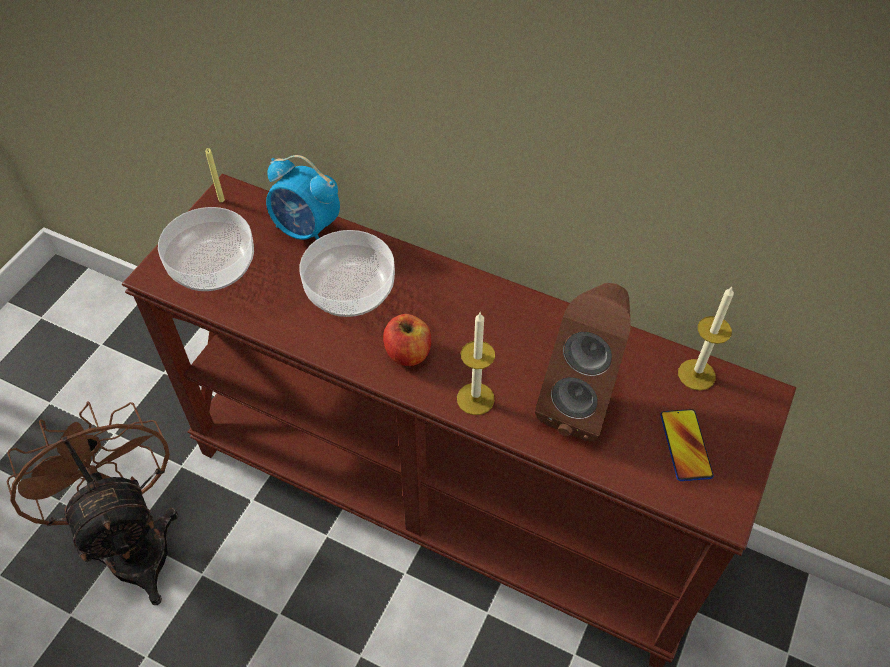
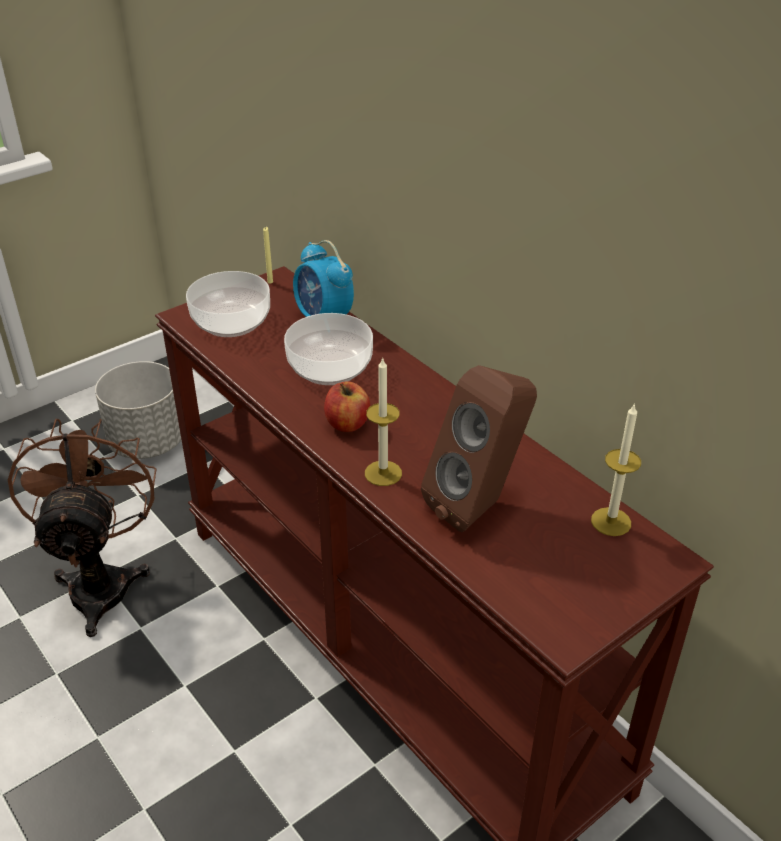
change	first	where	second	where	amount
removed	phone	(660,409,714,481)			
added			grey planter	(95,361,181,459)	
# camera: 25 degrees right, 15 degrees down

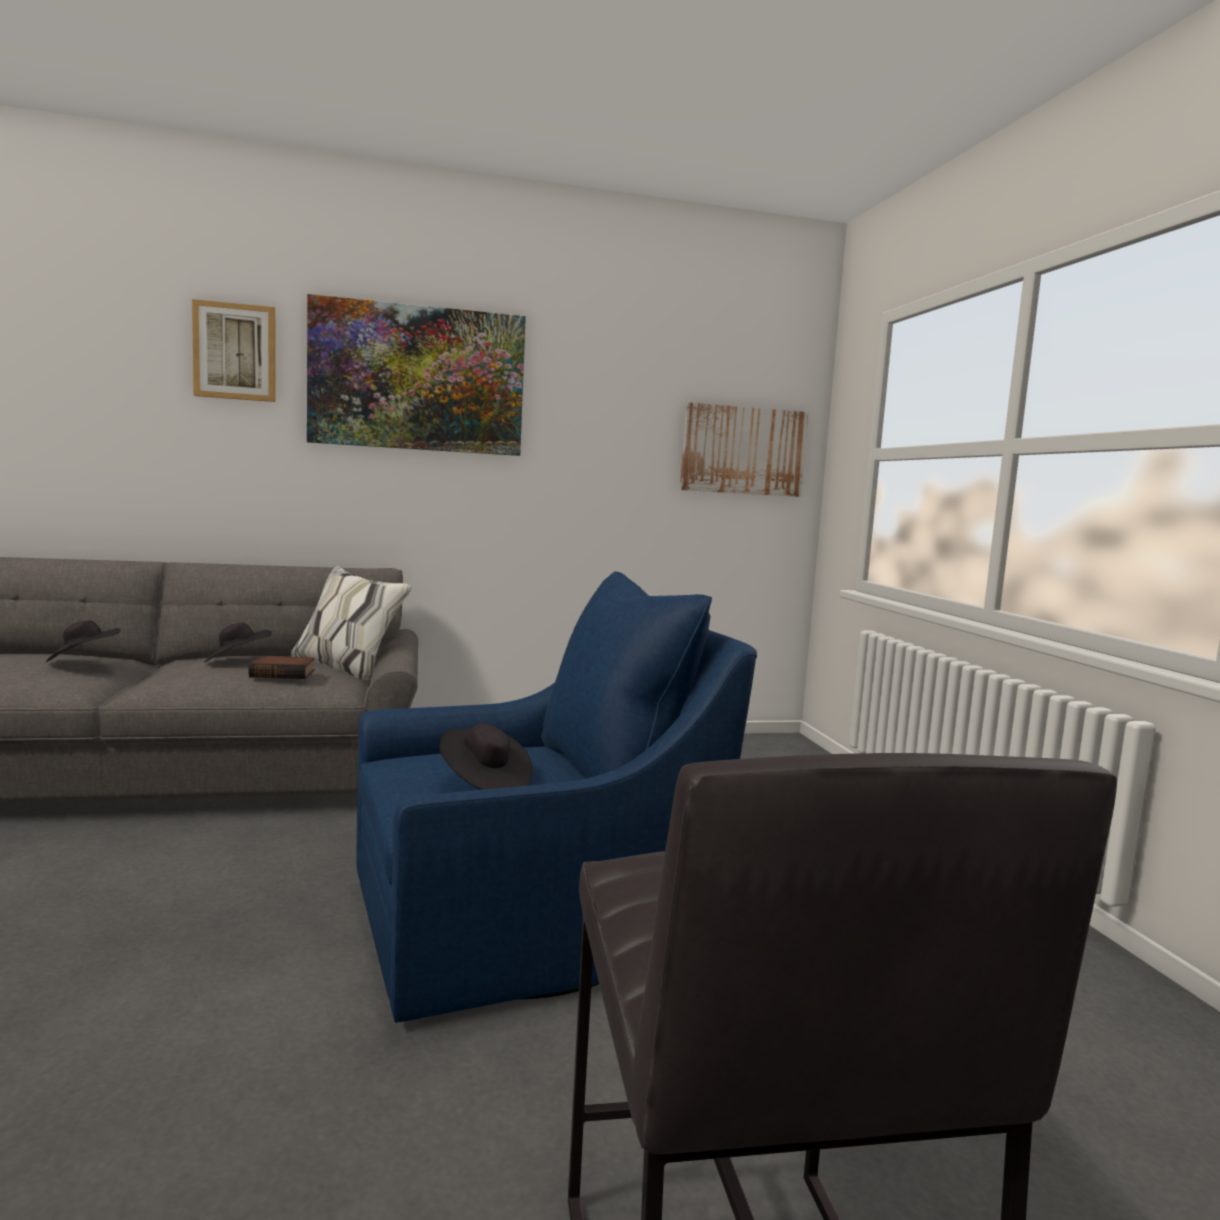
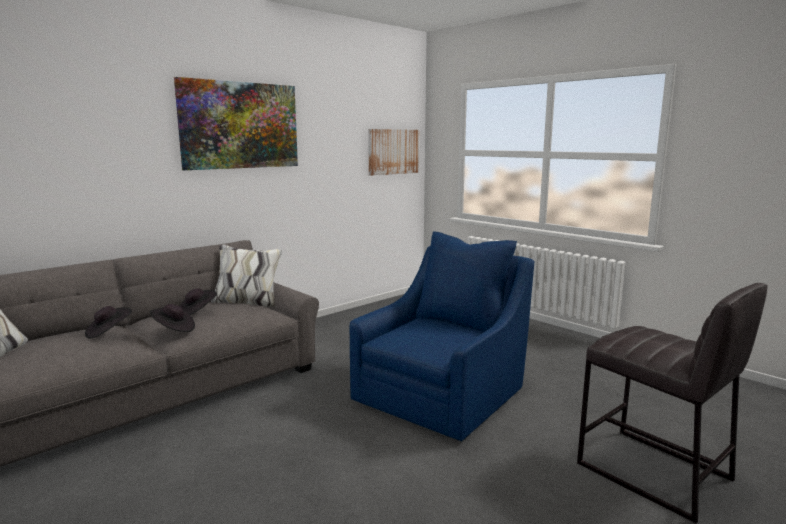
change	first	where	second	where	amount
removed	picture	(192,299,276,402)			
removed	book	(248,656,315,679)			
moved	black hat	(440,723,533,790)		(150,304,195,332)	
# camera: 30 degrees left, 5 degrees up

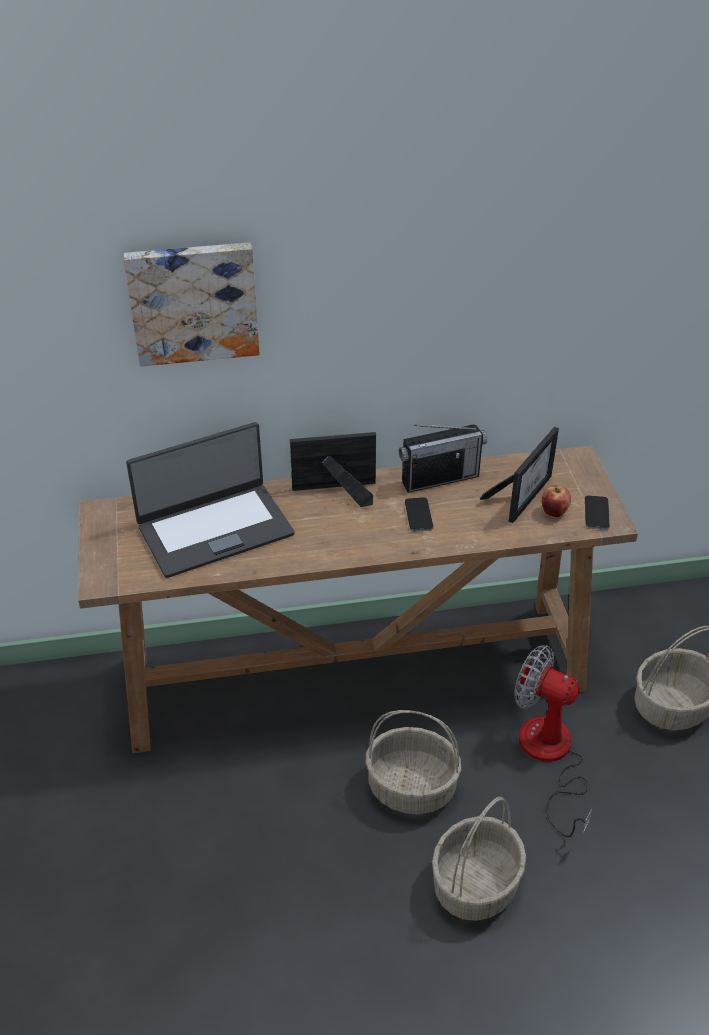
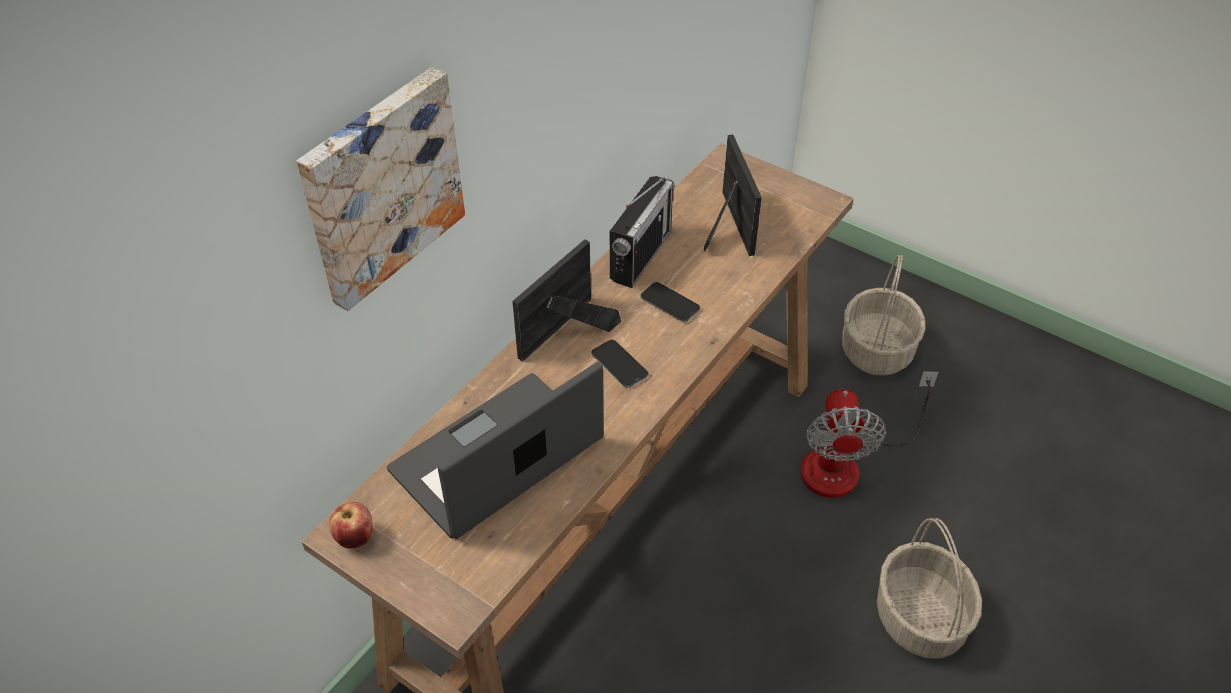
change	first	where	second	where	amount
removed	basket	(366,710,461,814)			
moved	apple	(541,485,571,517)		(329,502,373,549)	
moved	phone	(585,496,610,530)		(591,340,649,388)	
turned	laptop	(126,422,294,578)		(387,362,604,539)	150 degrees counterclockwise
turned	fan	(514,645,592,838)		(800,371,938,498)	75 degrees counterclockwise
# camera: 45 degrees left, 5 degrees up

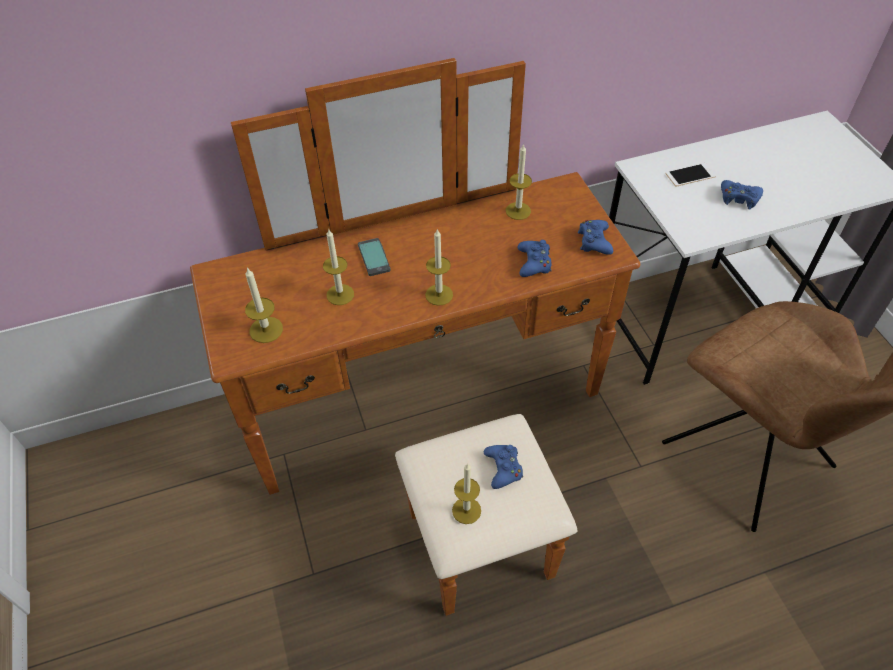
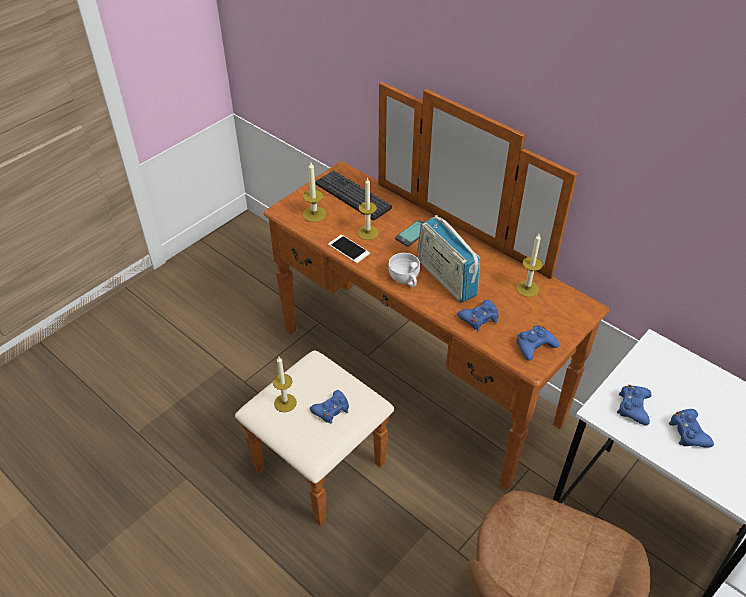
change	first	where	second	where	amount
added			keyboard	(315,170,392,220)	
added			radio	(417,215,480,303)	
added			blue game controller	(617,385,651,425)	
moved	phone	(666,163,716,187)		(328,235,370,263)	
replaced	candle	(425,229,453,306)	white cup	(388,253,420,287)	
# camera: 60 degrees right, 5 degrees down

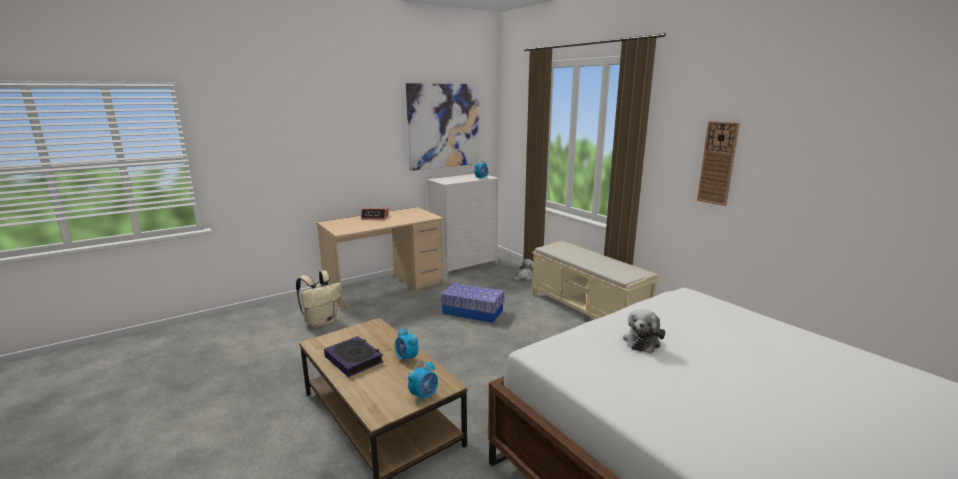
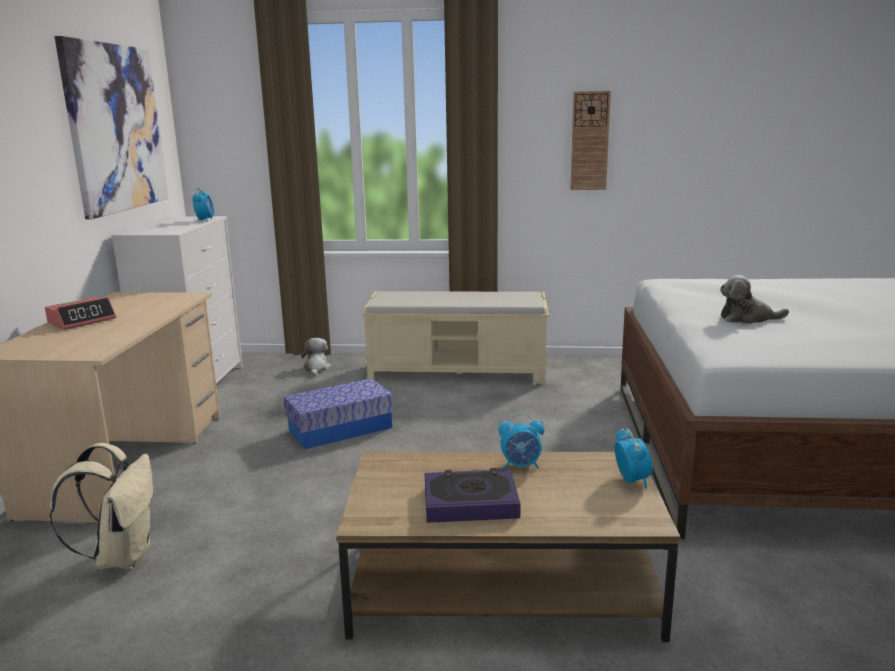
change	first	where	second	where	amount
turned	plush toy	(623,309,665,353)		(720,275,789,324)	120 degrees clockwise
# camera: 50 degrees left, 0 degrees up

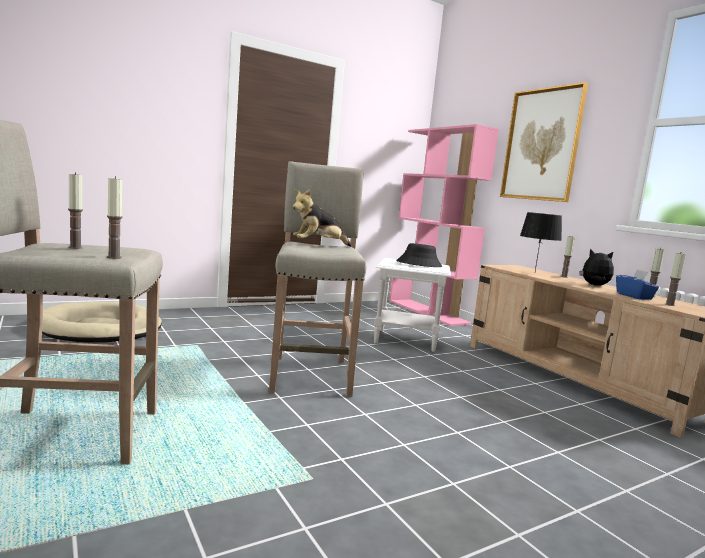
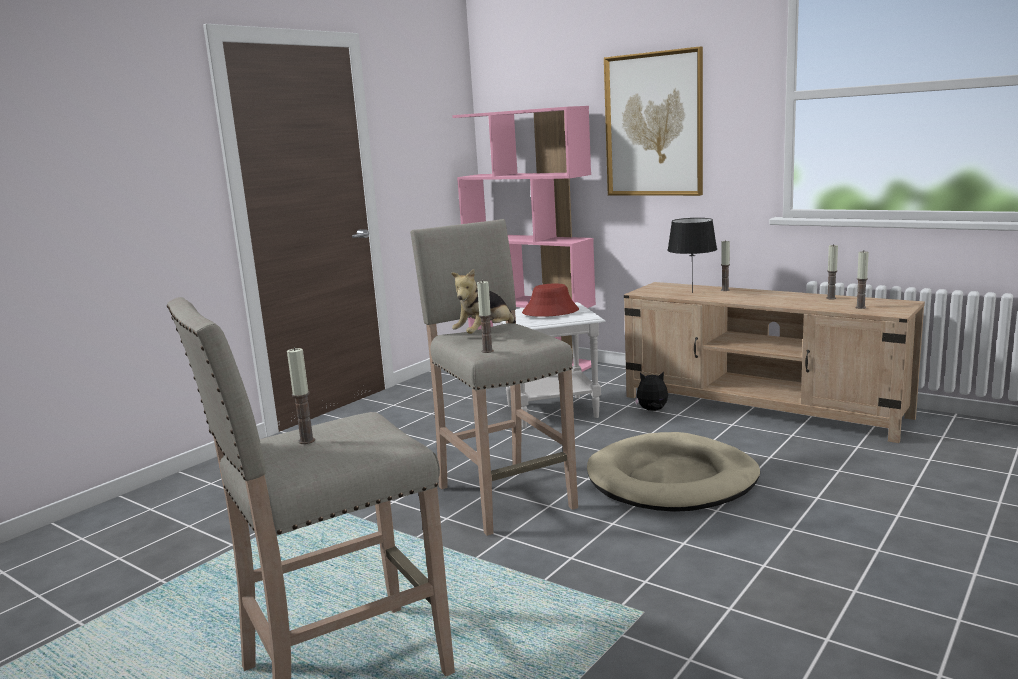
change	first	where	second	where	amount
removed	blue tissue box	(616,270,659,300)			
moved	beige dog bed	(42,302,162,343)		(587,432,760,512)	
moved	candle	(107,176,123,259)		(477,280,494,353)	
moved	plush toy	(579,249,614,286)		(635,372,668,411)	
recoloured	black hat	(396,243,442,267)	red hat	(522,284,579,317)	
# camera: 20 degrees left, 5 degrees up

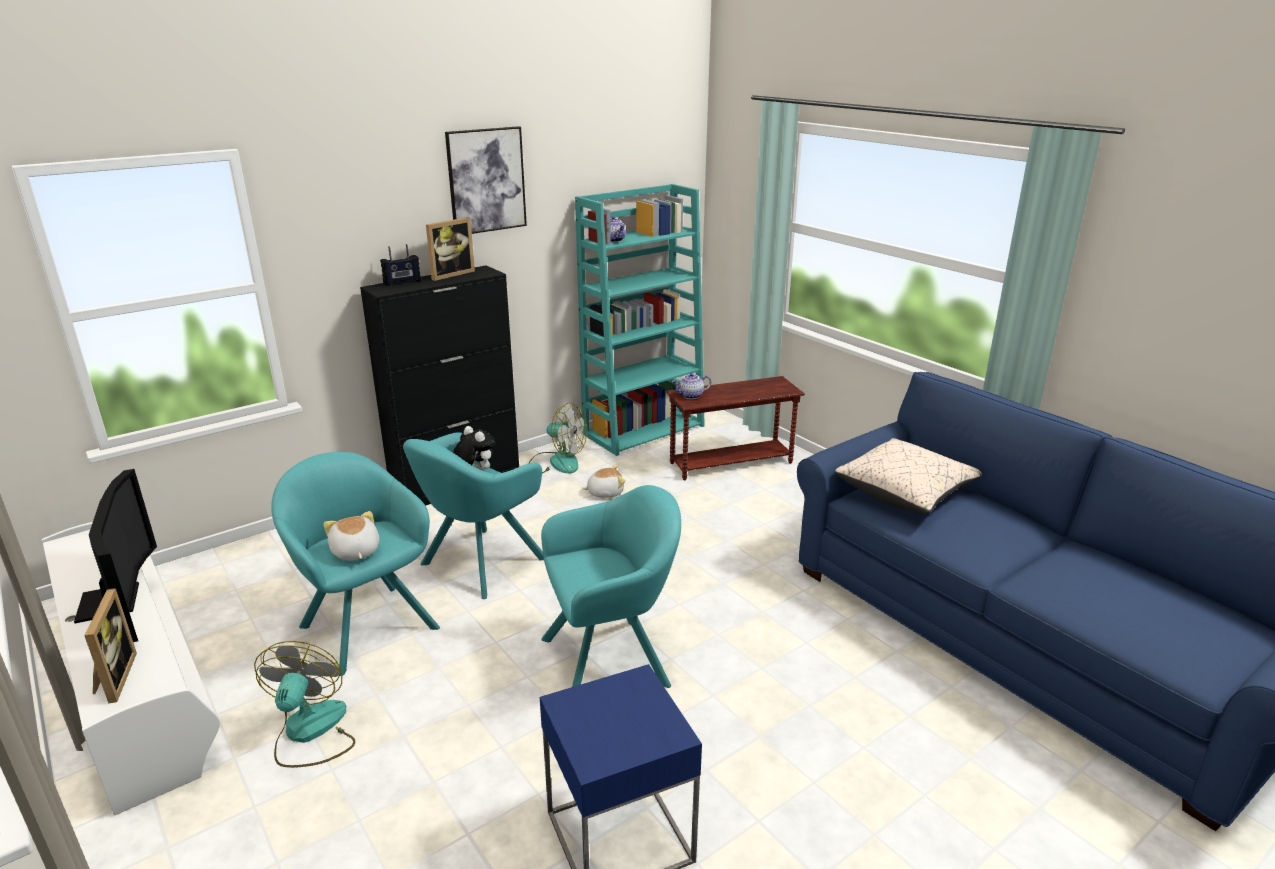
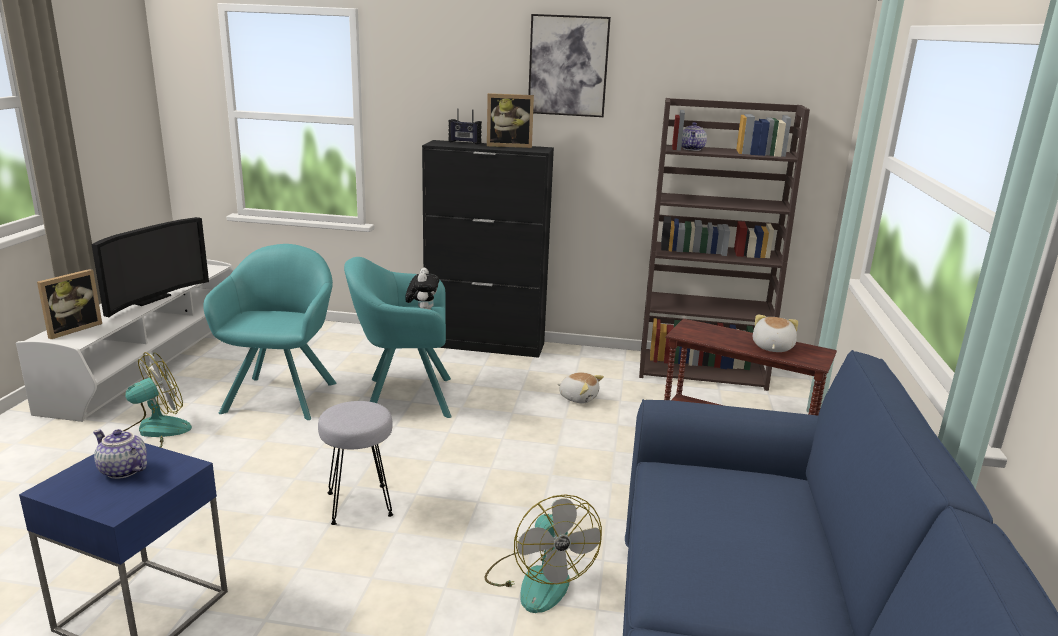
change	first	where	second	where	amount
removed	beige pillow	(835,438,982,515)			
moved	plush toy	(323,511,379,561)		(753,315,798,352)	
moved	fan	(528,403,587,473)		(484,494,602,613)	
moved	teapot	(672,373,711,399)		(93,429,147,479)	
replaced	turquoise armchair	(541,485,681,688)	grey stool	(318,401,393,525)	
recoloured	turquoise bookcase	(575,184,705,456)	brown bookcase	(639,98,810,391)	
# camera: 45 degrees right, 5 degrees down

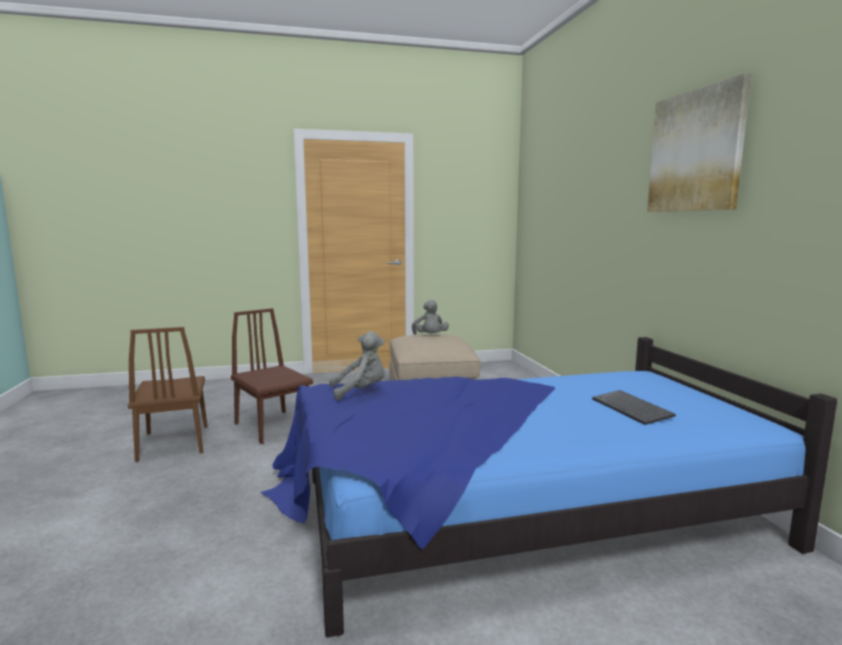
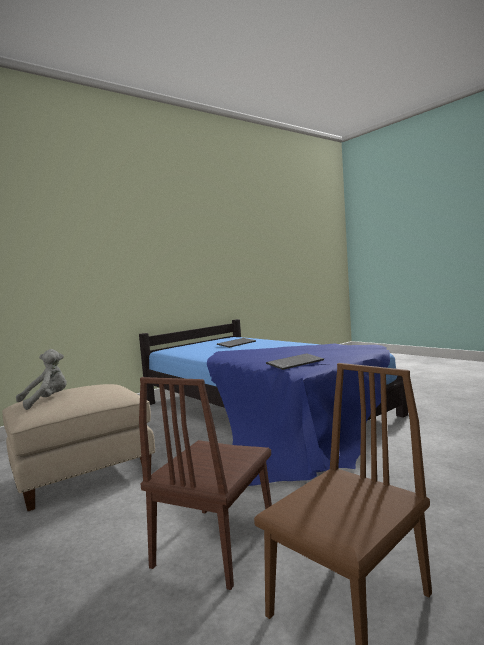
change	first	where	second	where	amount
removed	picture	(647,73,751,212)			
replaced	grey plush toy	(329,331,385,400)	keyboard	(266,353,324,370)	
# camera: 115 degrees left, 5 degrees down

